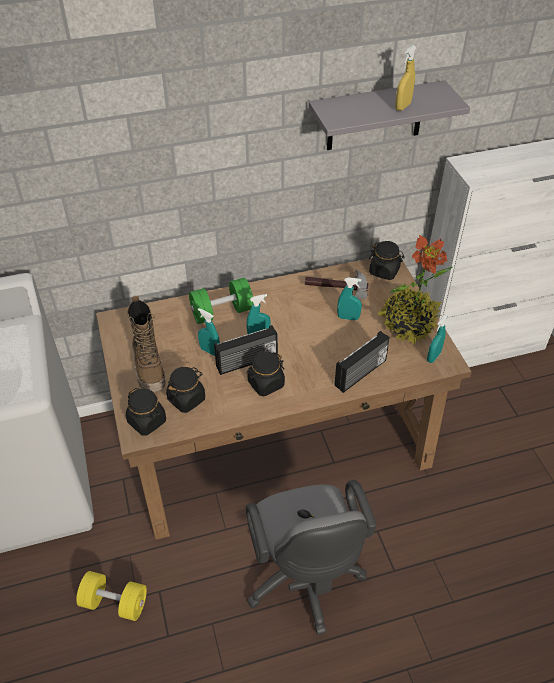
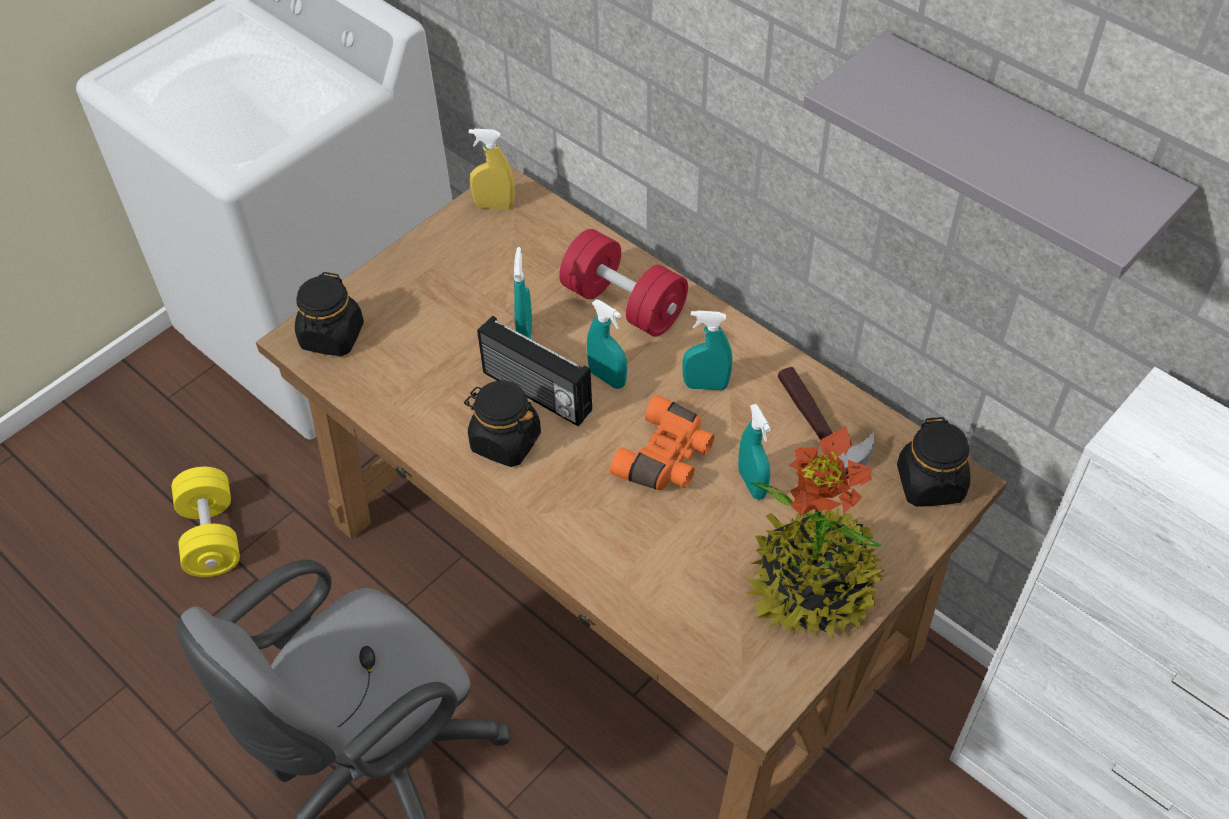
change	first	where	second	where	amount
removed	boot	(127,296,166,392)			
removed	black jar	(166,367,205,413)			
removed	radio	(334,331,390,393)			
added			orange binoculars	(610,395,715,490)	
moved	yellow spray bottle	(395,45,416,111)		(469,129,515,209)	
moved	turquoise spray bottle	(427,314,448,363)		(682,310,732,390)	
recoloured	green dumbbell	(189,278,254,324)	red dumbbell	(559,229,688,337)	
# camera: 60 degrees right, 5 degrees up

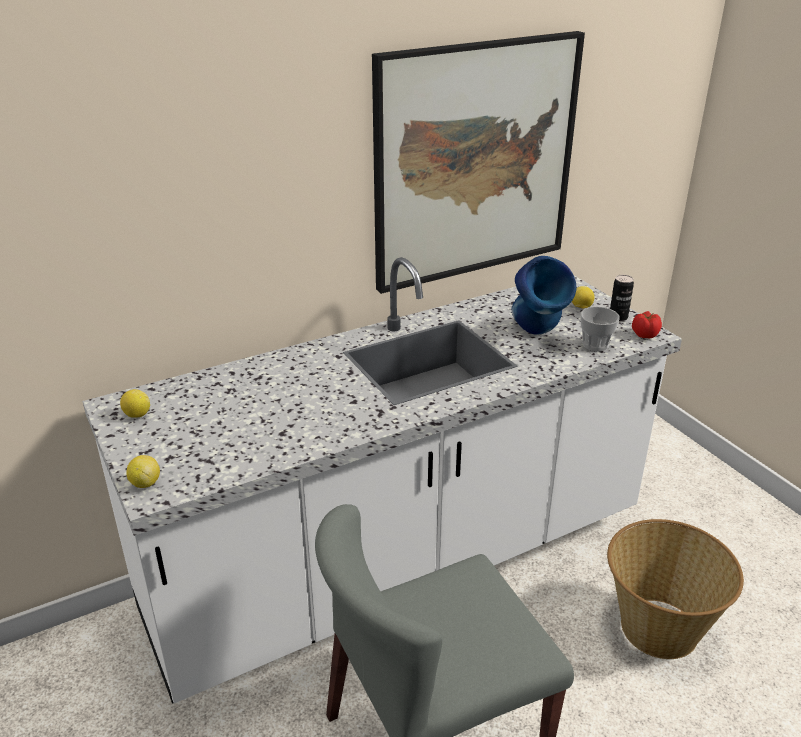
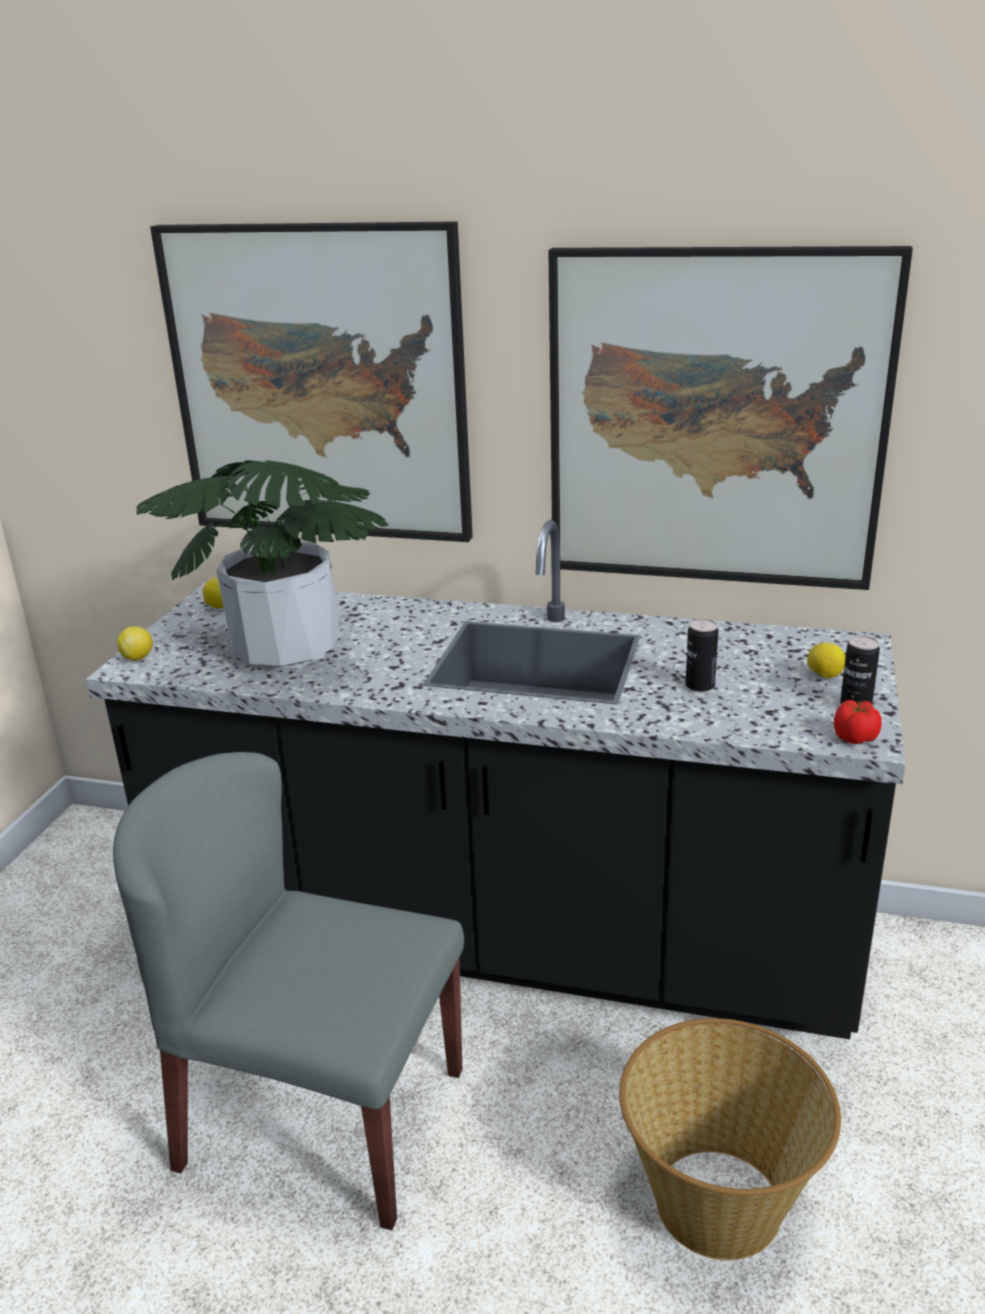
change	first	where	second	where	amount
removed	cup	(580,306,620,352)			
added			potted plant	(136,460,389,672)	
added			picture	(150,221,473,542)	
replaced	blue vase	(512,256,577,335)	can	(685,619,718,692)	
recoloured	white counter	(82,257,682,704)	black counter	(86,520,906,1039)	
# camera: 45 degrees right, 5 degrees down

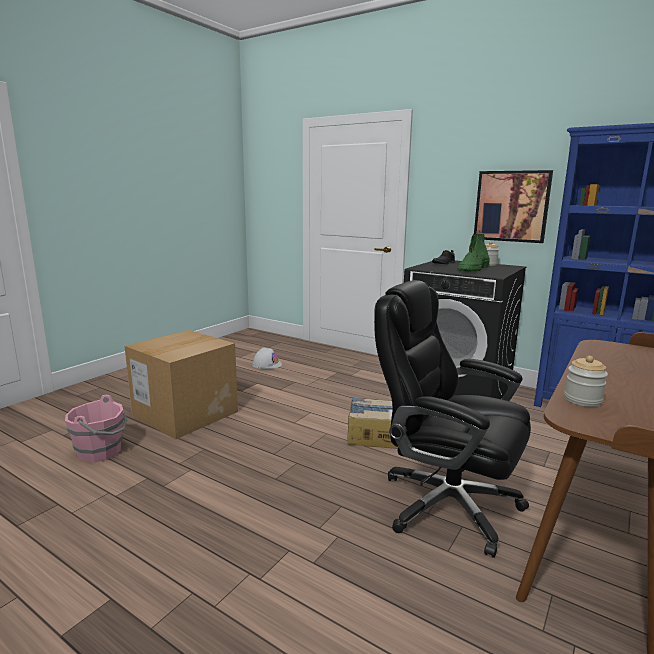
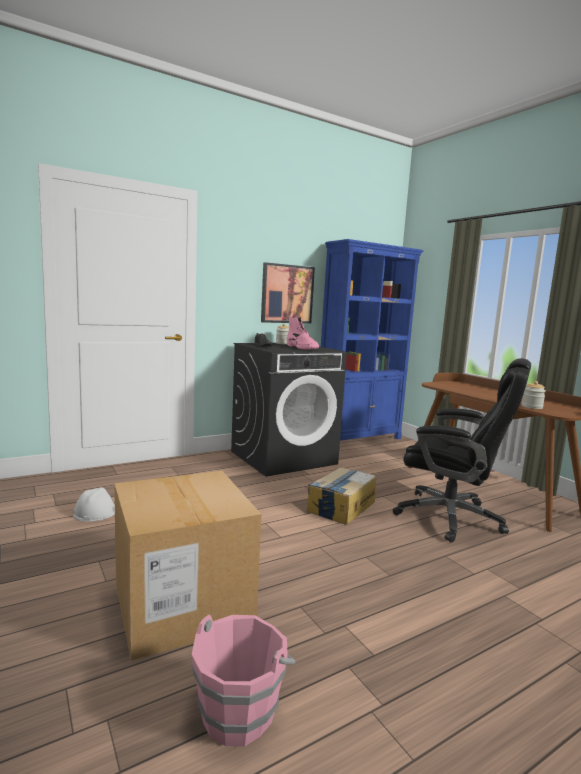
change	first	where	second	where	amount
recoloured	green boot	(457,233,490,272)	pink boot	(287,317,319,350)	
turned	black office chair	(374,280,531,558)		(392,358,531,542)	120 degrees counterclockwise
# camera: 65 degrees left, 5 degrees down

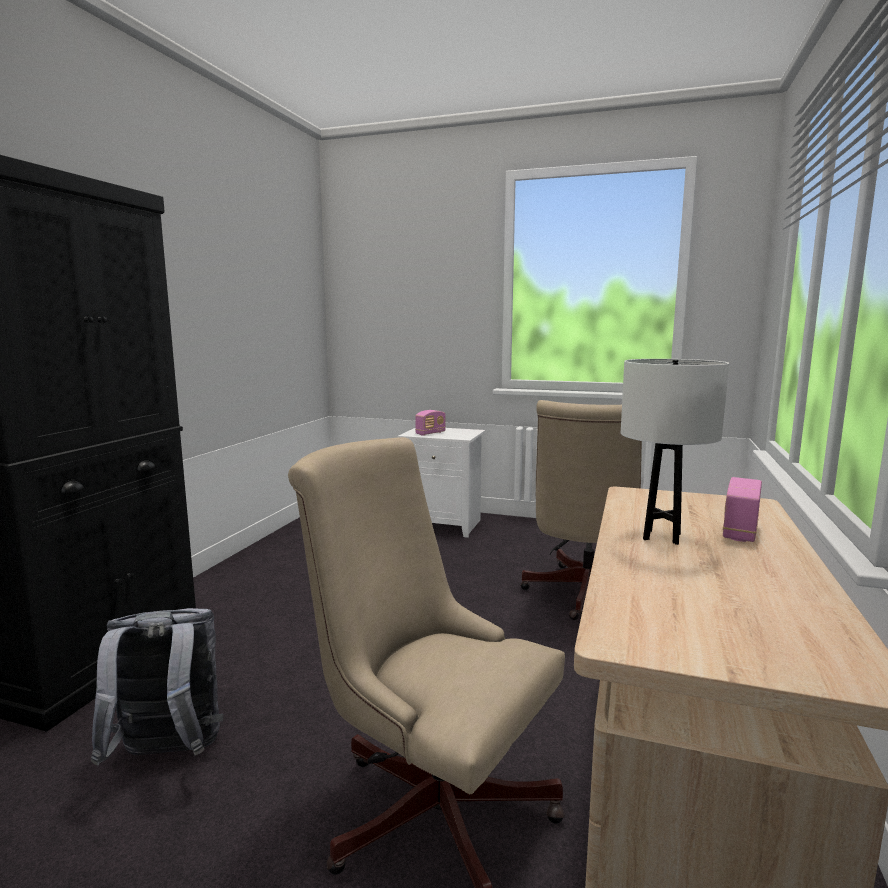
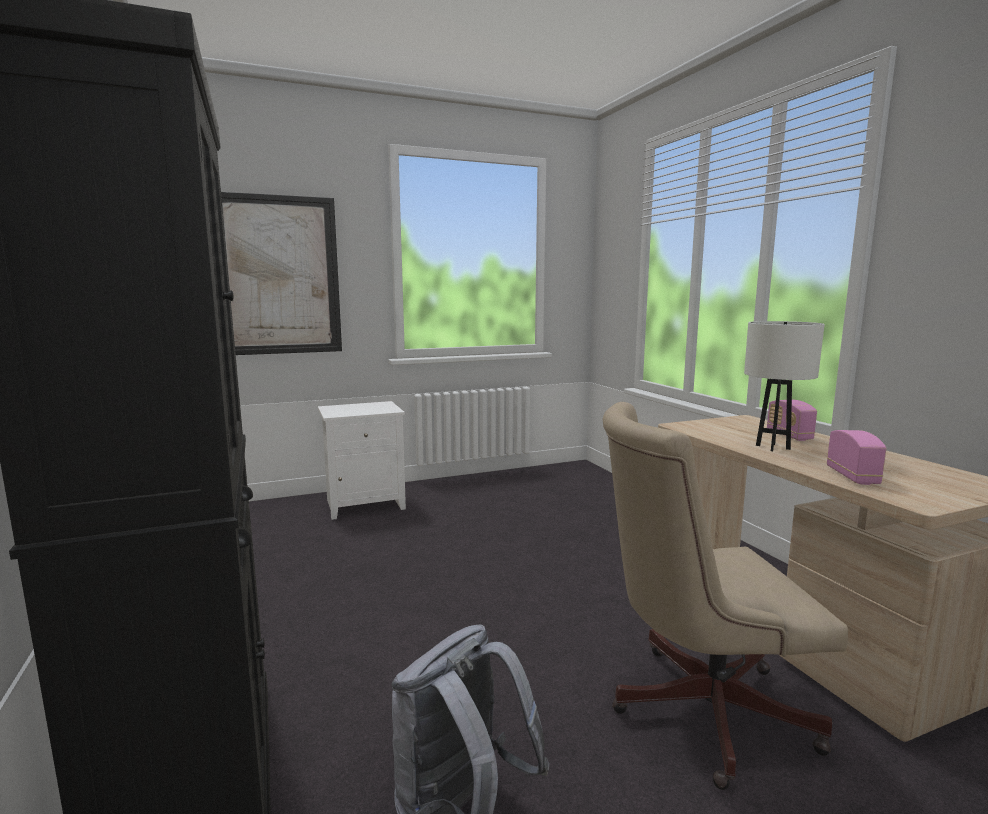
change	first	where	second	where	amount
removed	beige office chair	(520,400,642,620)			
added			picture	(221,192,342,355)	
moved	radio	(415,410,445,435)		(827,430,887,485)	
# camera: 40 degrees left, 0 degrees up

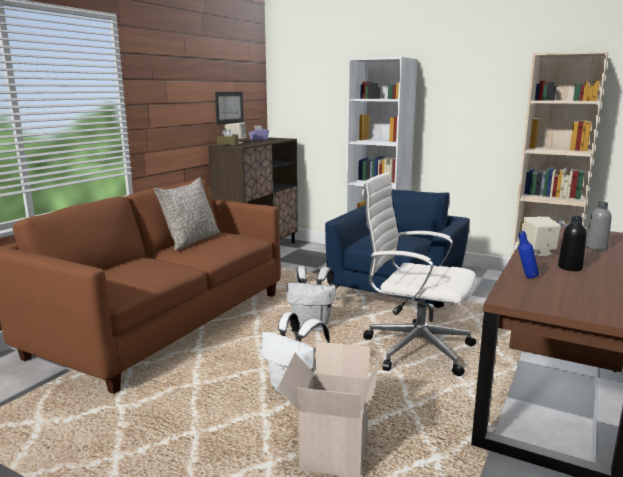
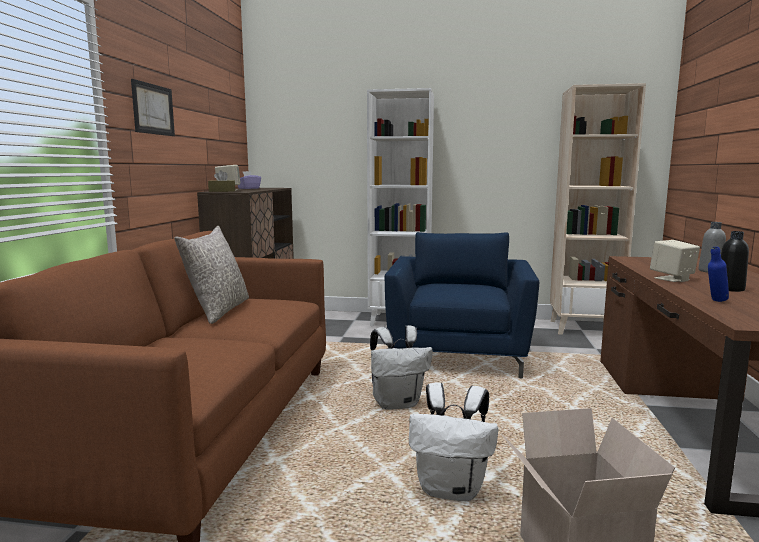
change	first	where	second	where	amount
removed	white office chair	(362,172,476,376)			
moved	picture	(215,92,244,125)		(131,79,175,136)	
# camera: 20 degrees left, 5 degrees down

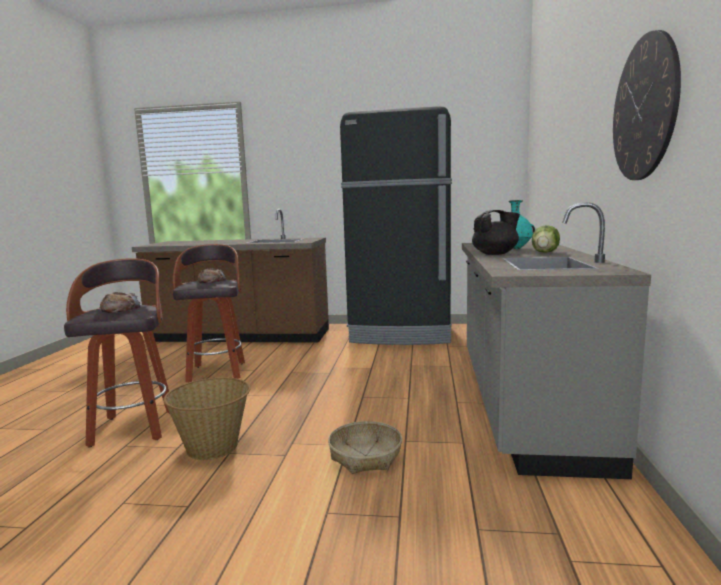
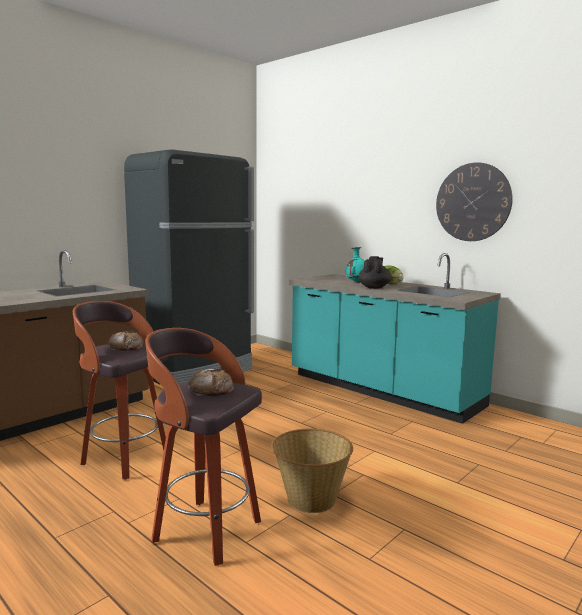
change	first	where	second	where	amount
removed	basket	(328,421,402,474)			
recoloured	grey counter	(462,202,651,479)	turquoise counter	(289,253,501,424)	
# camera: 55 degrees left, 0 degrees up

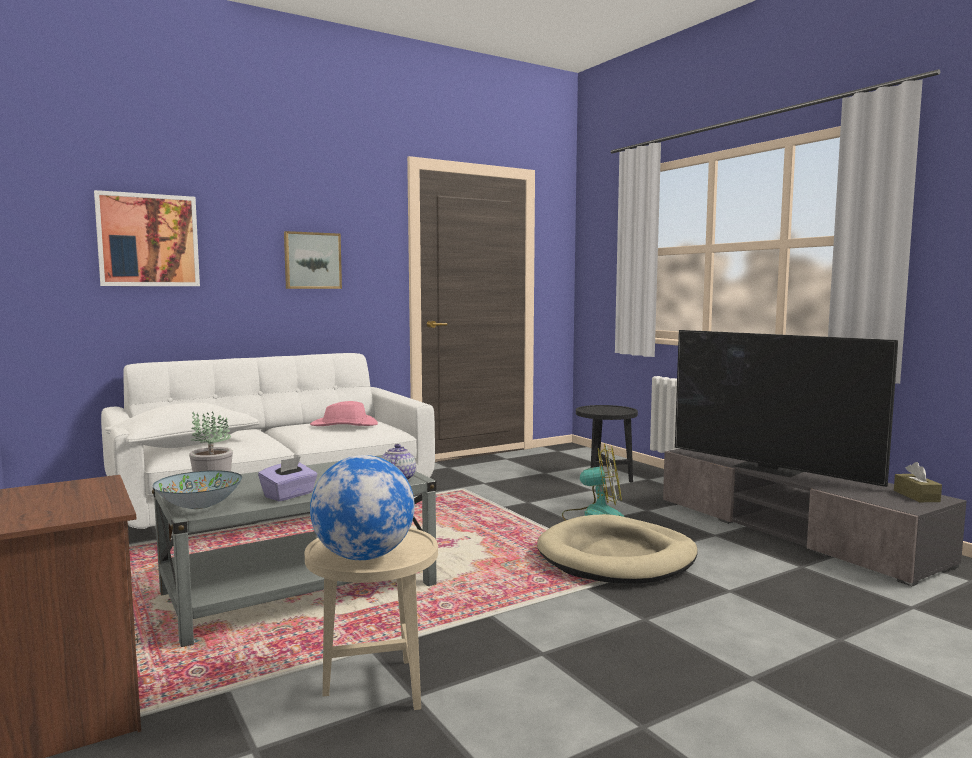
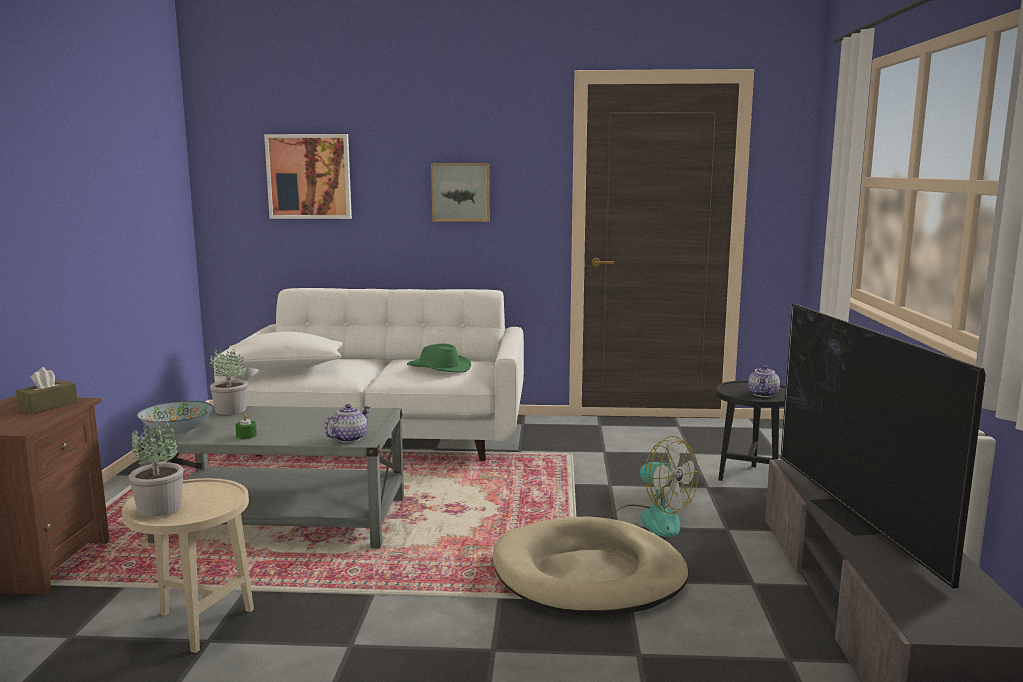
change	first	where	second	where	amount
added			teapot	(748,365,780,397)	
moved	brown tissue box	(894,462,942,502)		(16,367,78,414)	
replaced	purple tissue box	(258,456,317,501)	green candle	(235,413,257,439)	
replaced	globe	(310,455,415,560)	potted plant	(129,420,183,517)	
recoloured	pink hat	(310,401,378,426)	green hat	(407,344,471,373)	
# camera: 35 degrees right, 5 degrees up

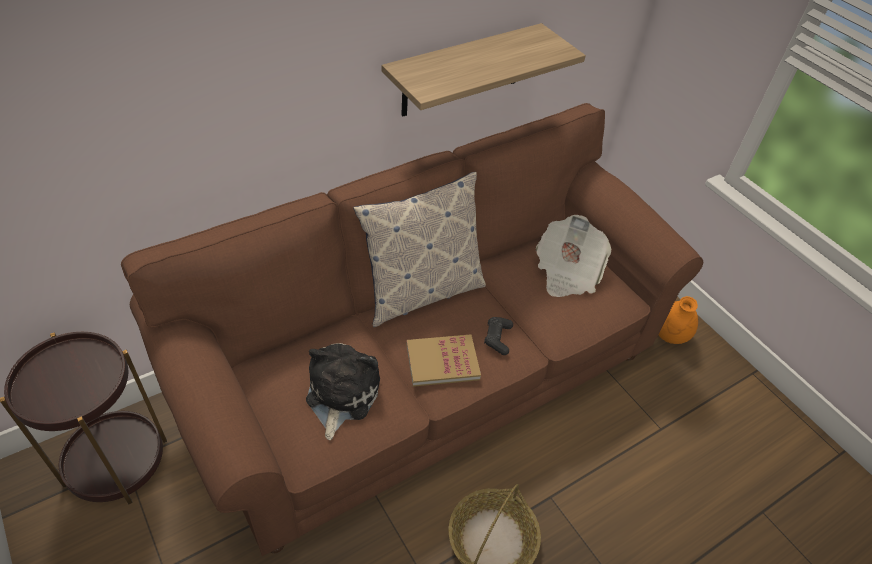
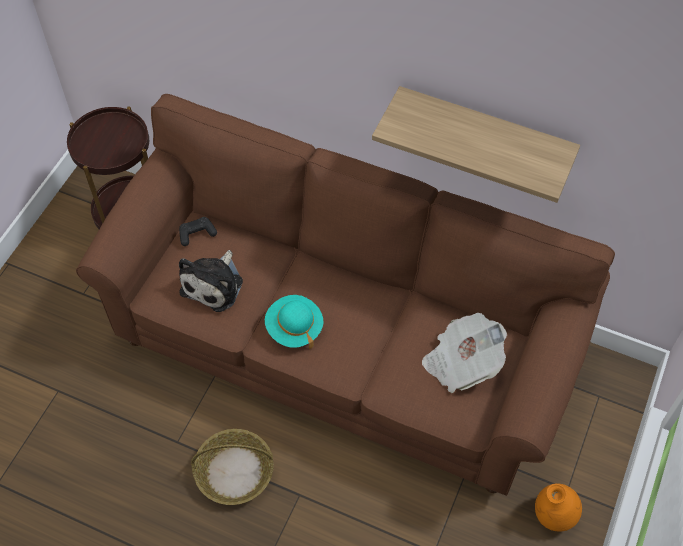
change	first	where	second	where	amount
removed	pillow	(353,172,486,327)			
moved	black game controller	(484,317,513,355)		(179,217,217,246)	
replaced	book	(406,335,481,387)	turquoise hat	(265,295,324,349)	
turned	plush toy	(306,343,380,440)		(179,250,243,312)	135 degrees clockwise
# camera: 60 degrees right, 10 degrees up

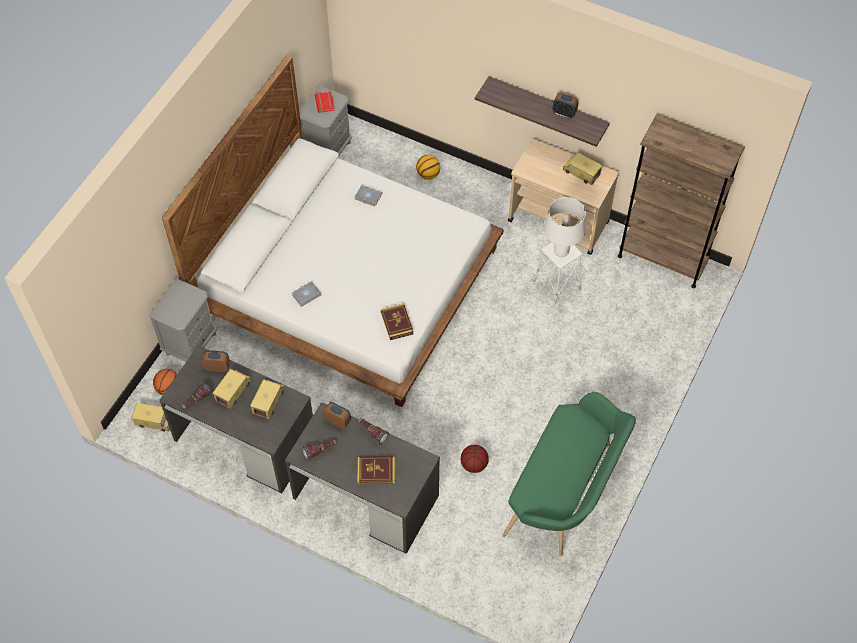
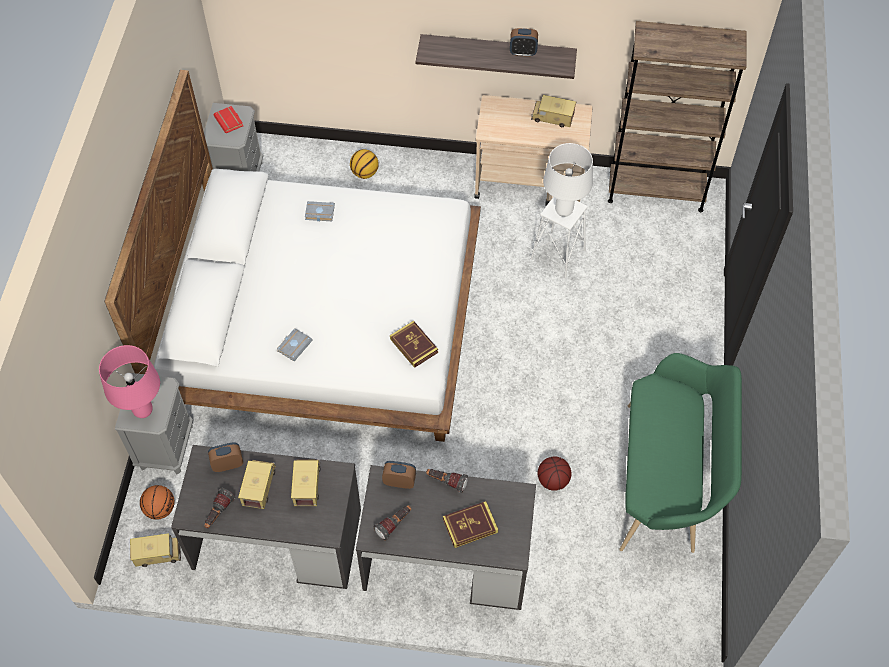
change	first	where	second	where	amount
added			pink table lamp	(99,345,160,418)	
# camera: 20 degrees left, 0 degrees up

